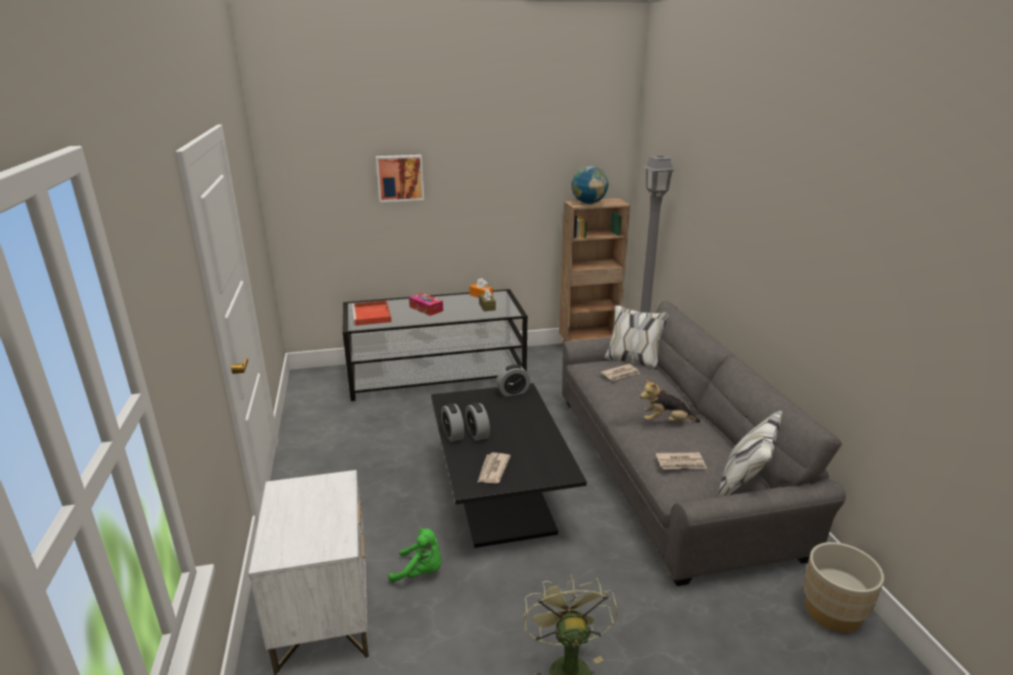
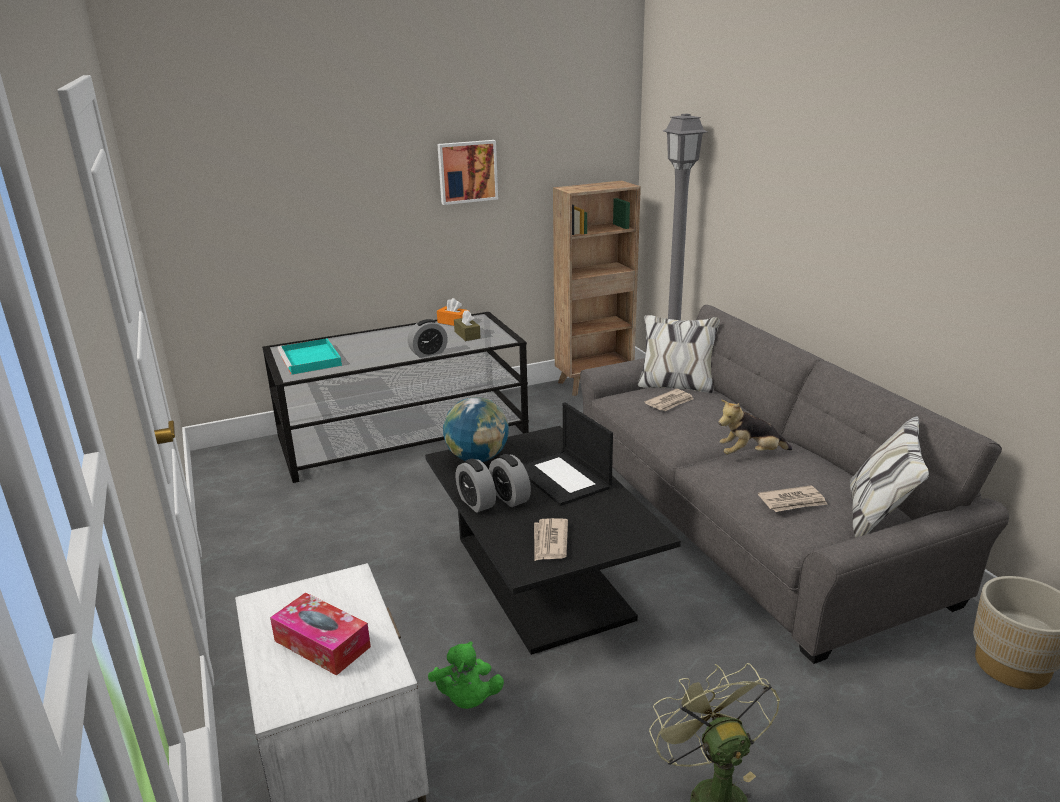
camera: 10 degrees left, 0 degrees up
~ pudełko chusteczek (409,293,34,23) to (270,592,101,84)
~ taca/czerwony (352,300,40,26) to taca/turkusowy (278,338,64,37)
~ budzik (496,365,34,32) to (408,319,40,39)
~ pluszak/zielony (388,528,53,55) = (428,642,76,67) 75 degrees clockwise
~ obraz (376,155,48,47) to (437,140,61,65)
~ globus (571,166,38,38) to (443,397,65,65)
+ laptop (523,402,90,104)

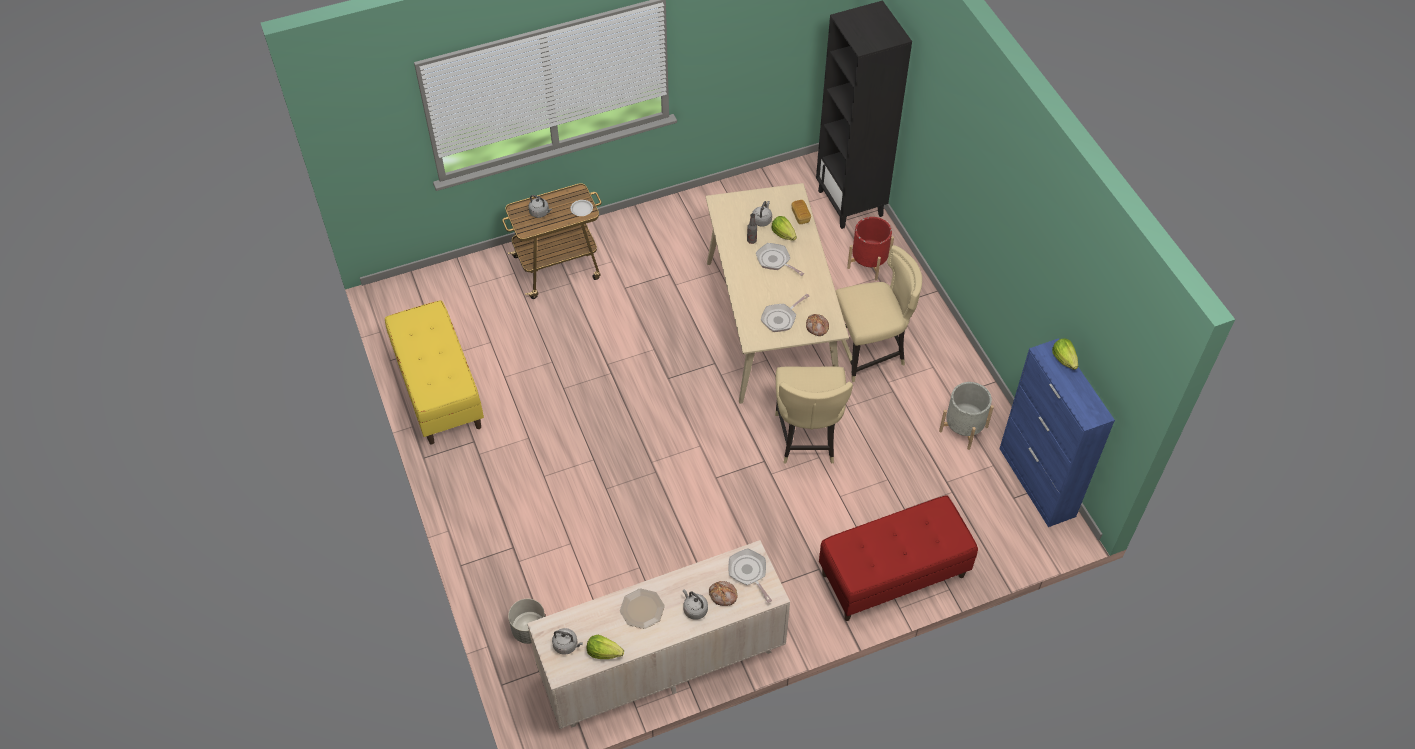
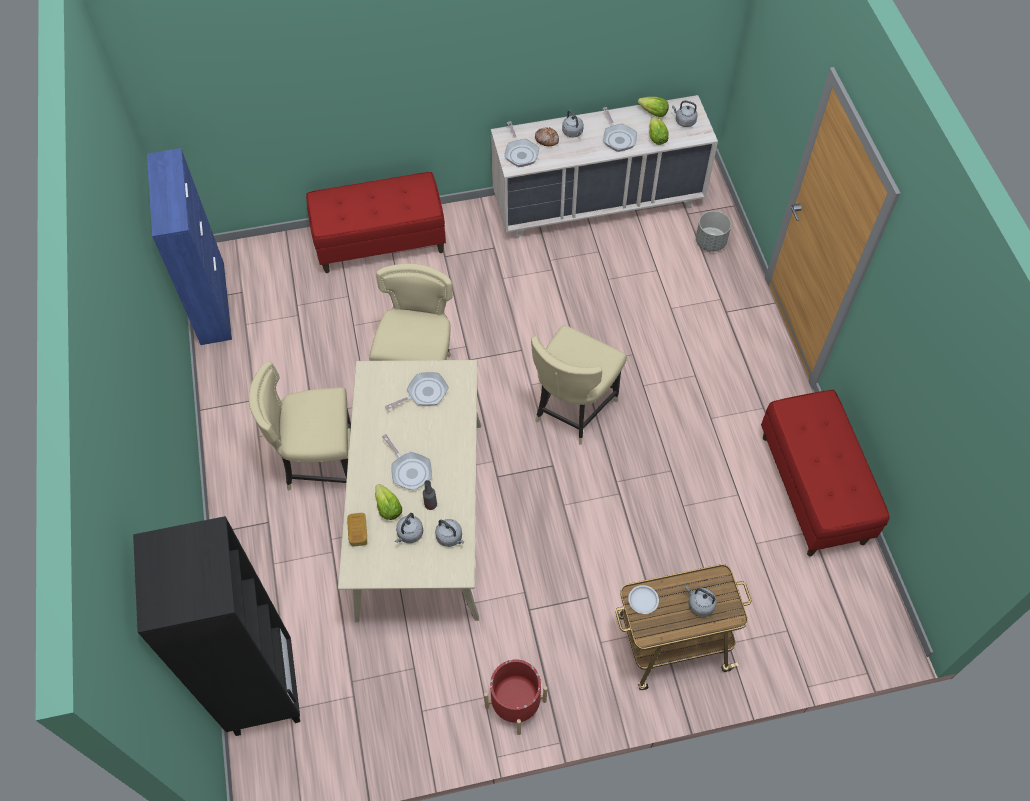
camera: 170 degrees left, 5 degrees up
+ czajnik/szary (435,519,29,28)
~ donica/czerwony (847,217,47,64) to (484,659,63,76)
+ krzesło/beżowy (531,325,96,120)
~ talerz (620,588,45,41) to patelnia (603,107,34,45)
~ sałata (1052,338,26,32) to (649,117,20,28)
~ ławka/żółty (385,300,99,144) to ławka/czerwony (761,390,129,167)
- chleb (806,314,23,22)
- donica/szary (939,382,55,68)

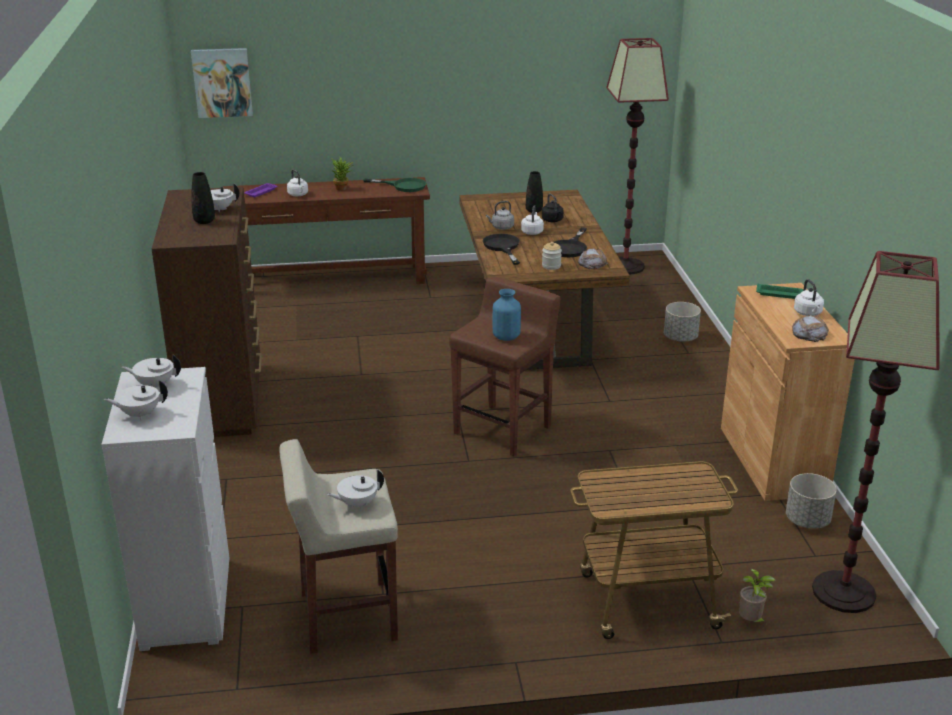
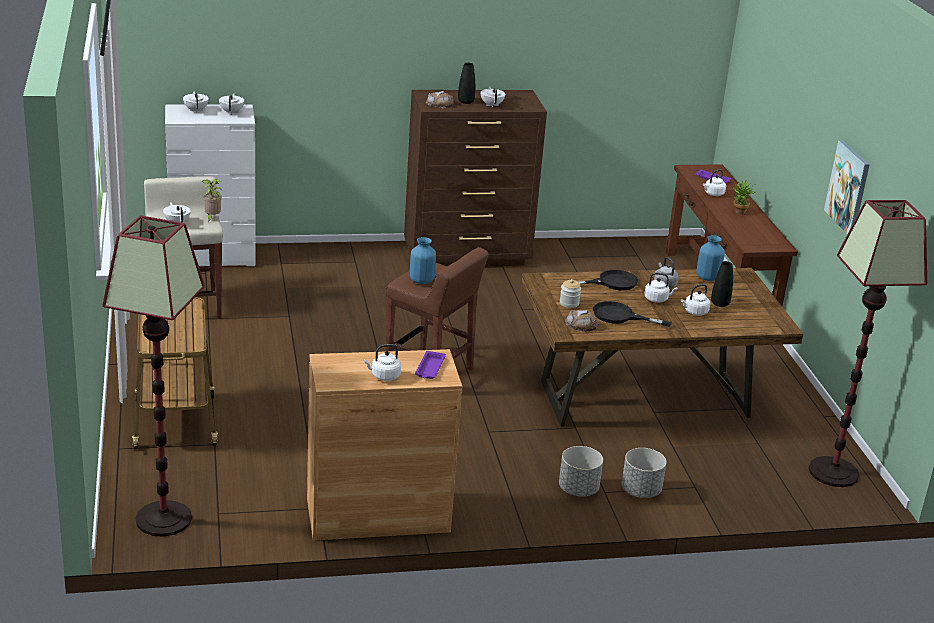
camera: 85 degrees right, 0 degrees up
~ roślina doniczkowa (739,569,37,54) to (202,179,20,43)
~ taca/zielony (756,283,47,16) to taca/fioletowy (415,351,31,28)
~ chleb (792,315,37,27) to (426,91,28,17)
~ donica/szary (786,473,51,56) to (559,446,44,50)
~ czajnik/czarny (542,194,22,28) to czajnik/biały (681,284,29,32)
+ wazon/niebieski (696,235,29,46)
~ obraz (191,48,62,70) to (824,140,46,94)
- patelnia/zielony (363,178,63,14)

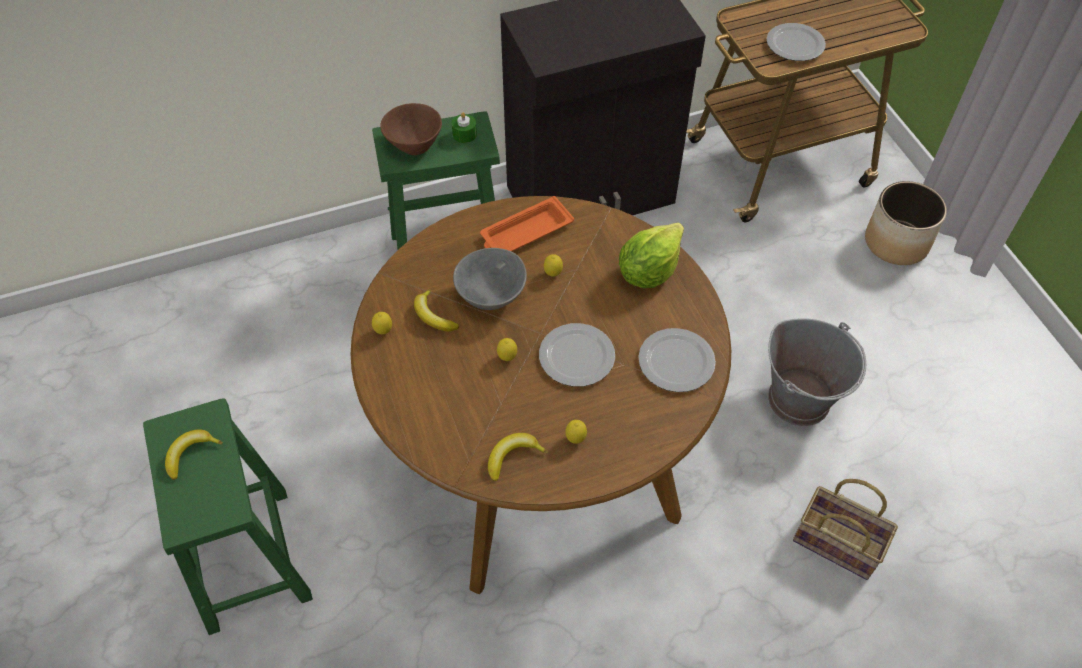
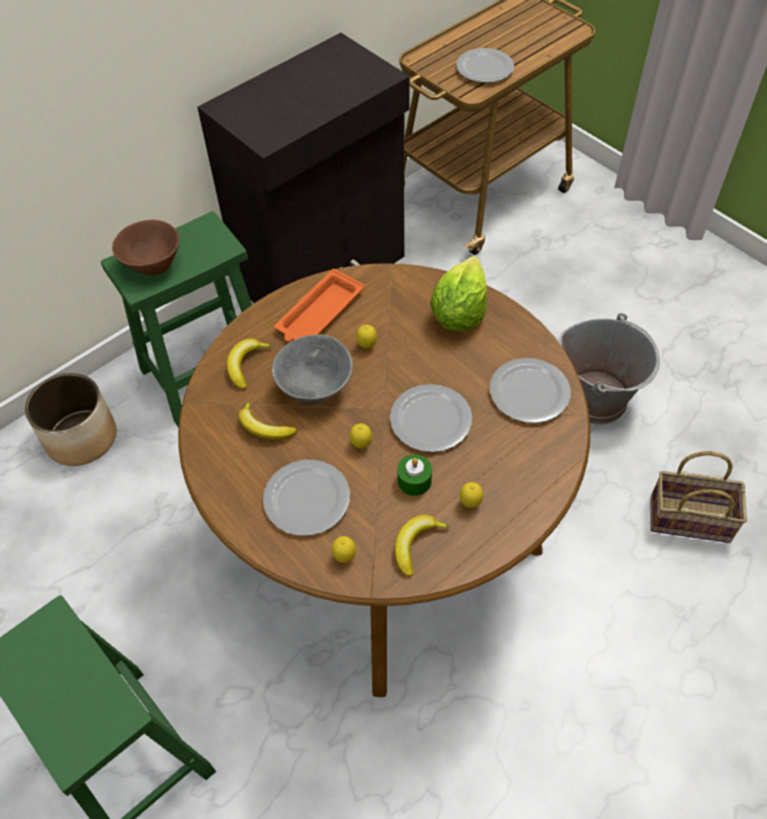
camera: 20 degrees left, 0 degrees up
~ donica (865,181,82,84) to (25,373,91,93)
~ banan (165,429,58,51) to (227,338,46,52)
+ talerz (263,460,87,76)
~ cytryna (372,312,20,22) to (332,536,24,27)
~ świeca/zielony (452,112,25,31) to (397,454,35,42)

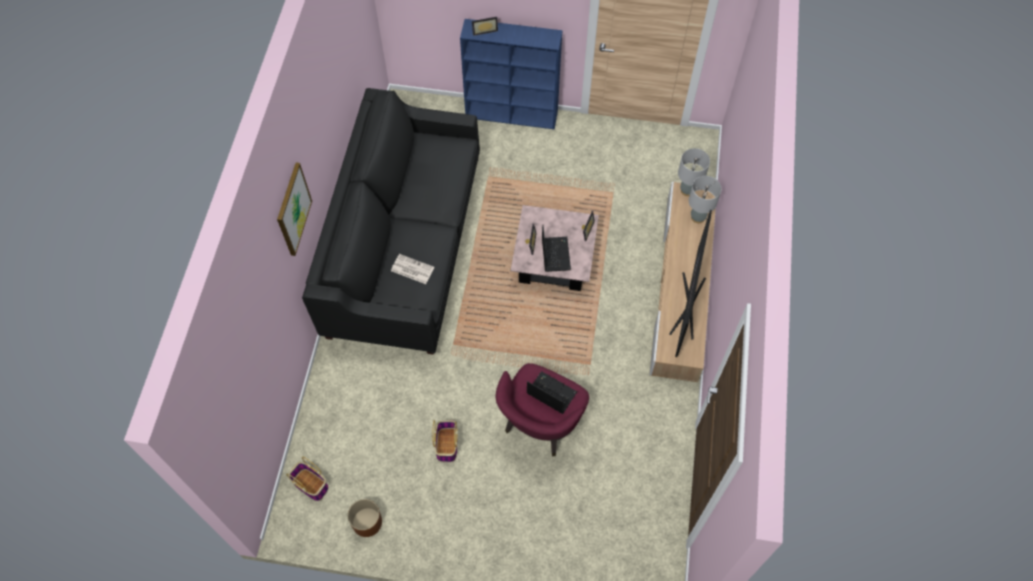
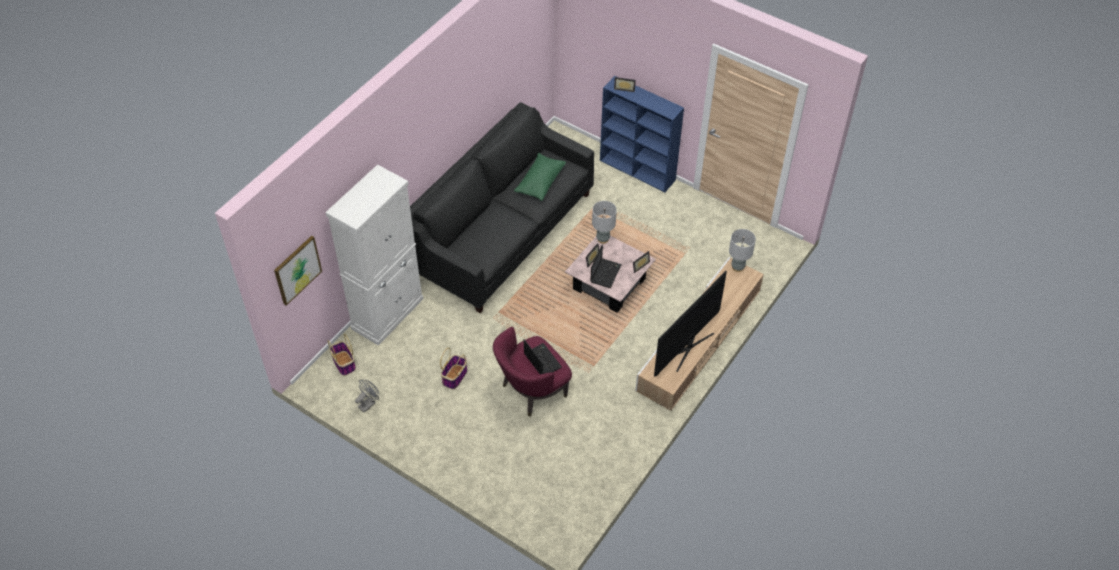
camera: 25 degrees right, 10 degrees down
~ obraz (277,163,35,93) to (274,236,48,70)
+ szafka/biały (325,165,98,181)
~ donica/brązowy (348,499,34,38) to wentylator/szary (355,380,24,32)
+ poduszka/zielony (514,153,52,48)
~ lampa stołowa/szary (689,176,33,47) to (592,201,25,43)
- gazeta (391,254,43,30)

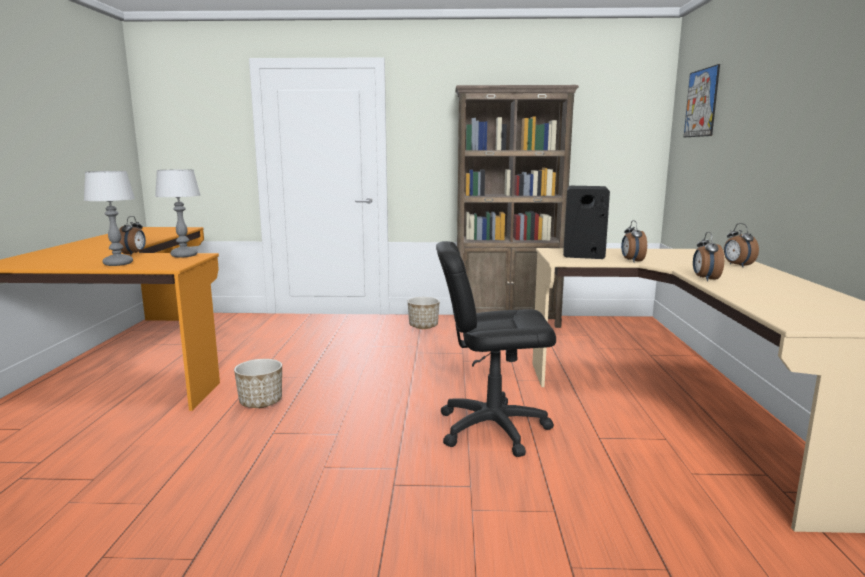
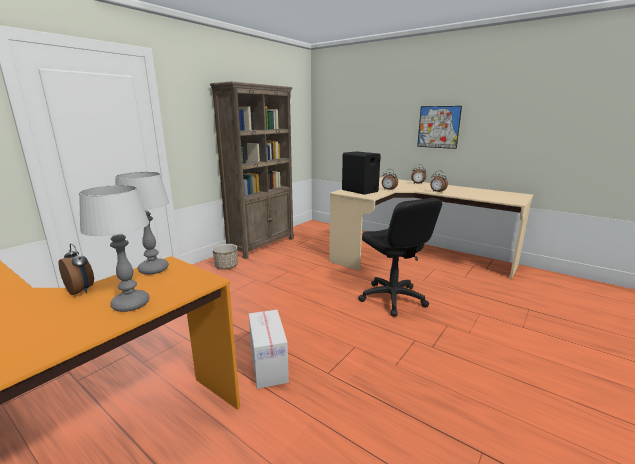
camera: 55 degrees left, 5 degrees up
~ donica (234,359,48,49) to karton (249,310,40,79)
~ krzesło biurowe/czarny (436,241,120,216) = (358,198,84,119) 60 degrees counterclockwise
~ obraz (684,64,36,73) to (417,106,45,43)

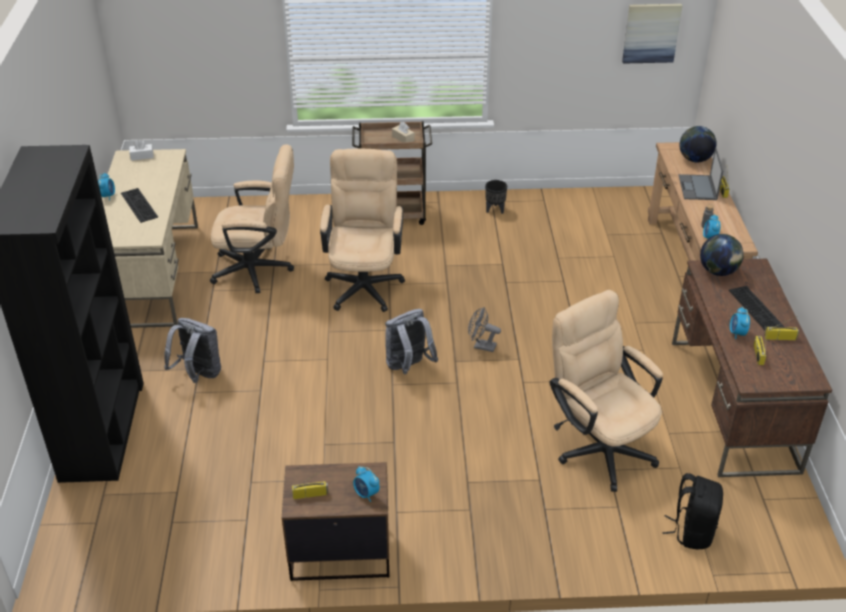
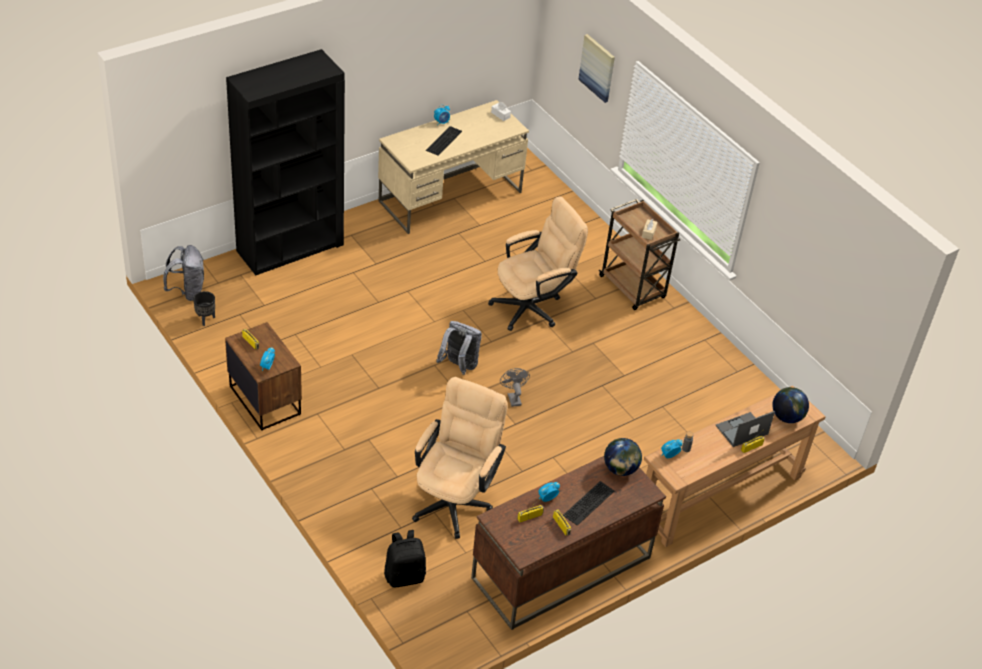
camera: 55 degrees right, 5 degrees up
~ plecak/szary (164,318,57,65) to (163,245,41,56)
~ donica/czarny (485,180,22,34) to (193,291,22,35)
~ obraz (622,4,61,60) to (578,34,37,69)
- krzesło biurowe/beżowy (210,144,84,149)

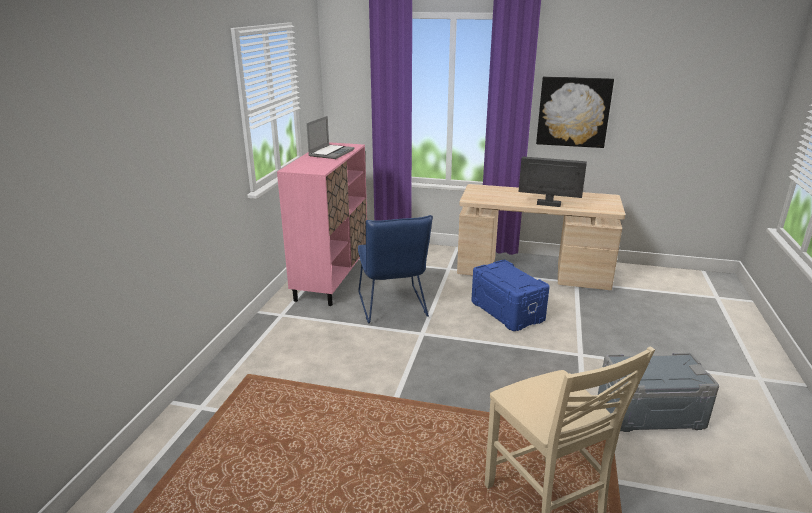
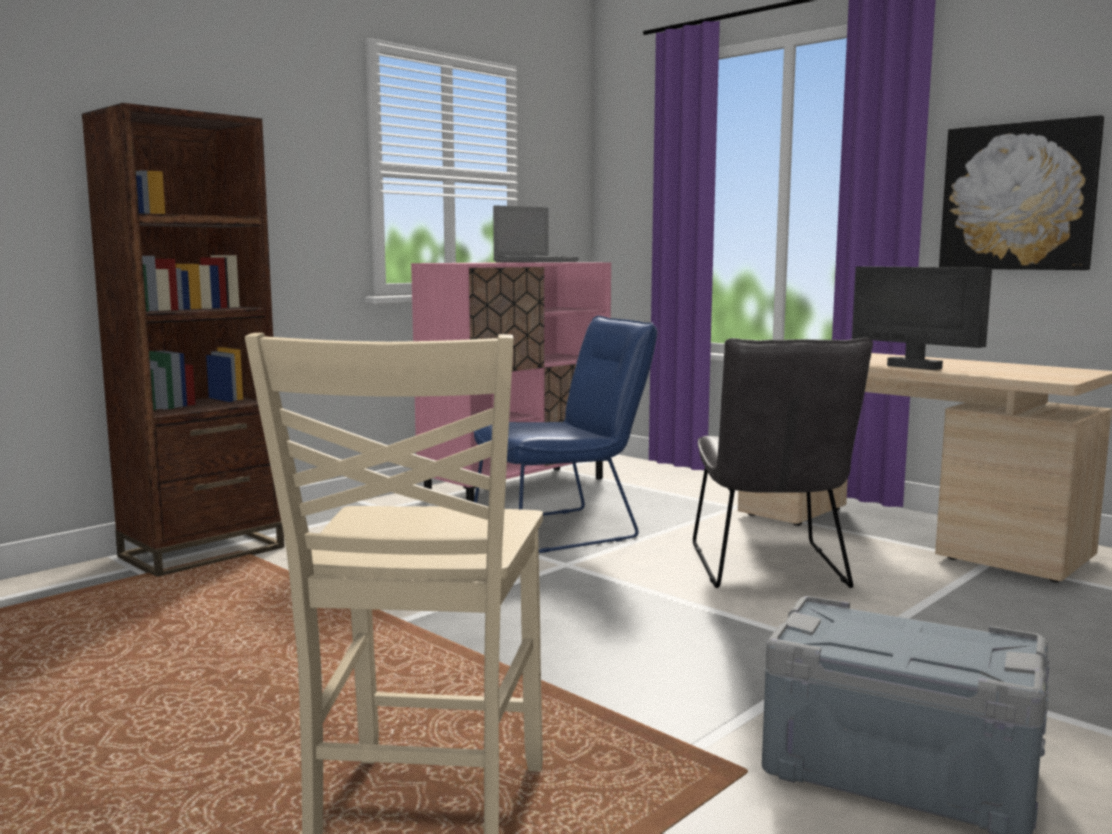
camera: 30 degrees right, 15 degrees down
+ regał/brązowy (82,103,203,474)
~ krzesło/niebieski (358,215,75,108) = (474,316,184,237) 135 degrees counterclockwise
~ pojemnik do przechowywania/niebieski (471,260,79,71) to krzesło/szary (693,337,180,251)

